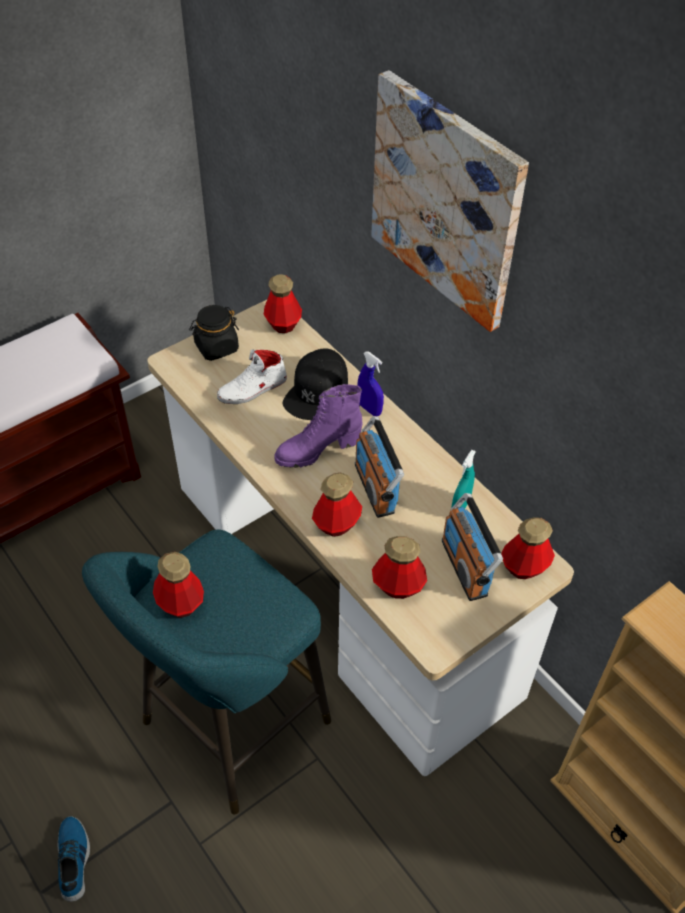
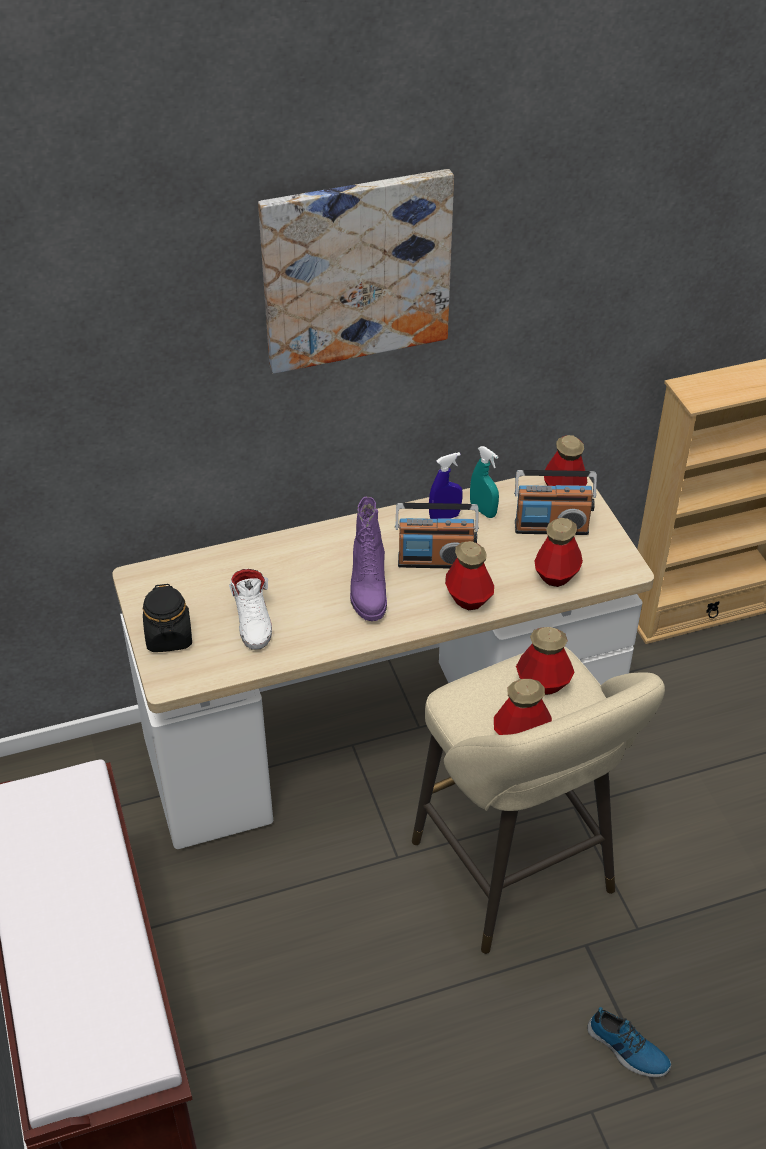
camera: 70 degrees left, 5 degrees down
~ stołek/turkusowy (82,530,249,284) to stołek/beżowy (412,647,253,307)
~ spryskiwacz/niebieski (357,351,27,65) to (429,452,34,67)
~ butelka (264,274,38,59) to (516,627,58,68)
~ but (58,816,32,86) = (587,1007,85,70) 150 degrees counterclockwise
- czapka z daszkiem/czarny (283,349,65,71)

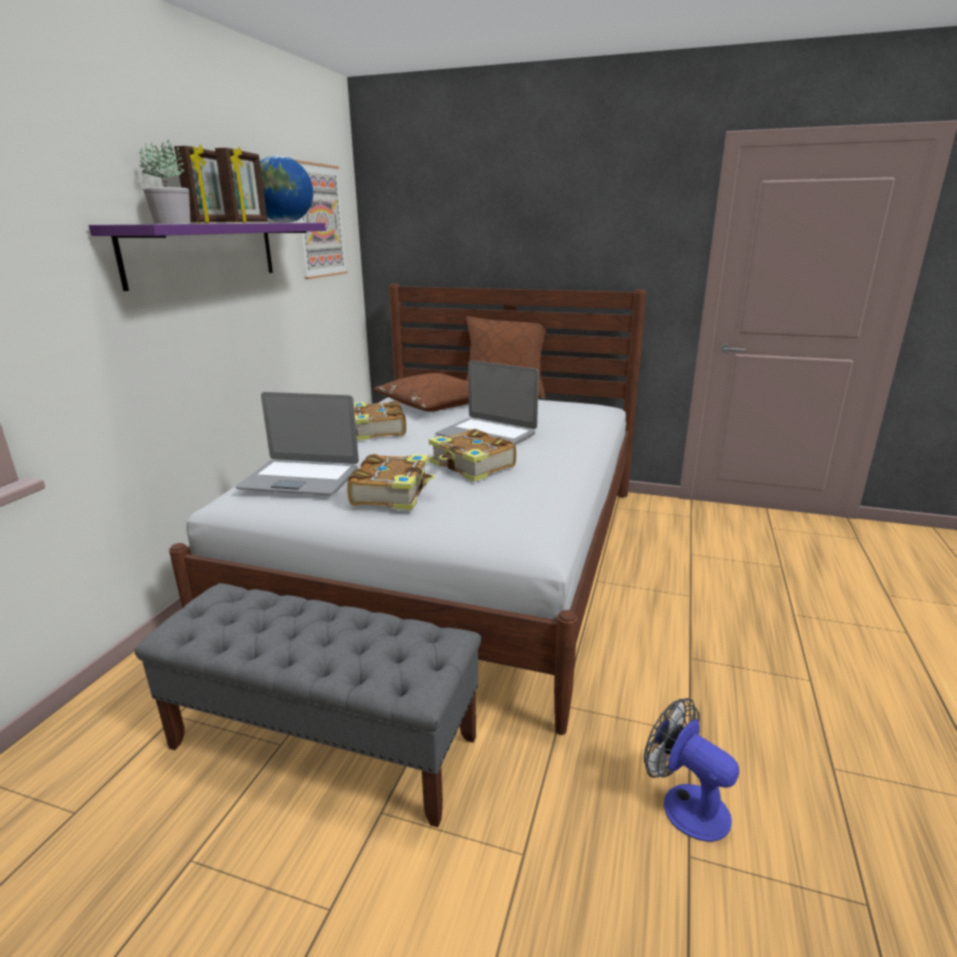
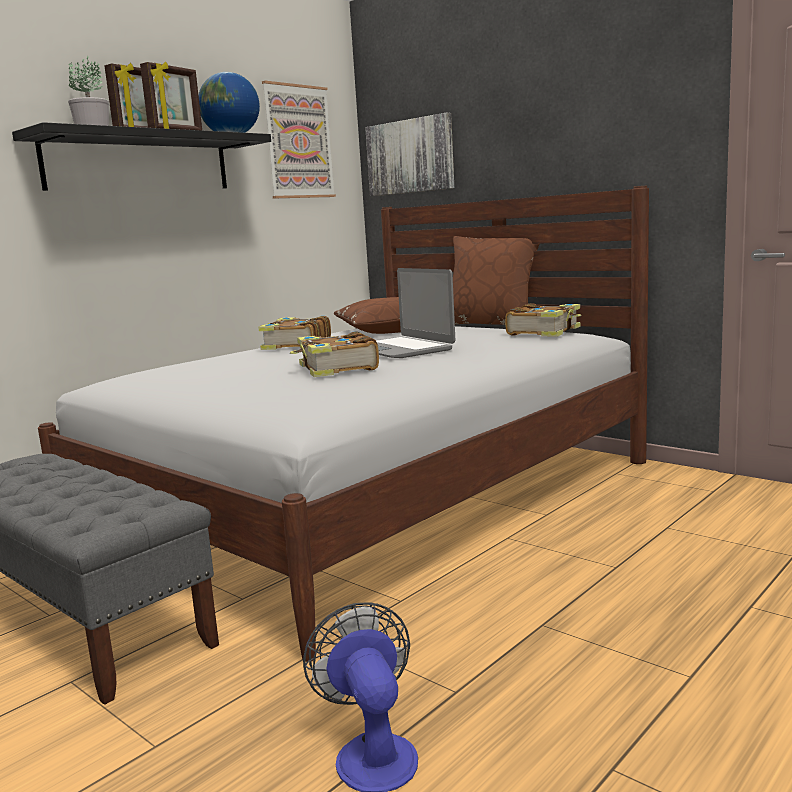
camera: 25 degrees right, 10 degrees down
~ półka/fioletowy (89,223,237,68) to półka/czarny (12,122,259,69)
+ obraz (365,113,89,83)
~ książka (347,454,88,56) to (505,303,76,34)
- laptop (235,392,124,103)

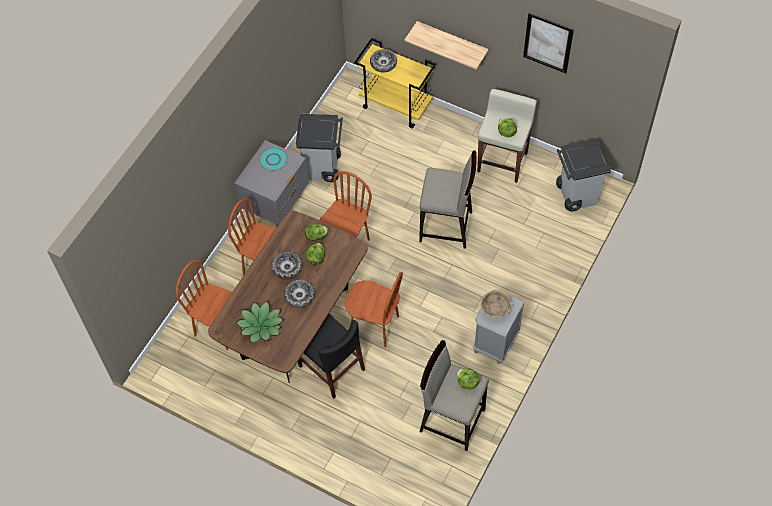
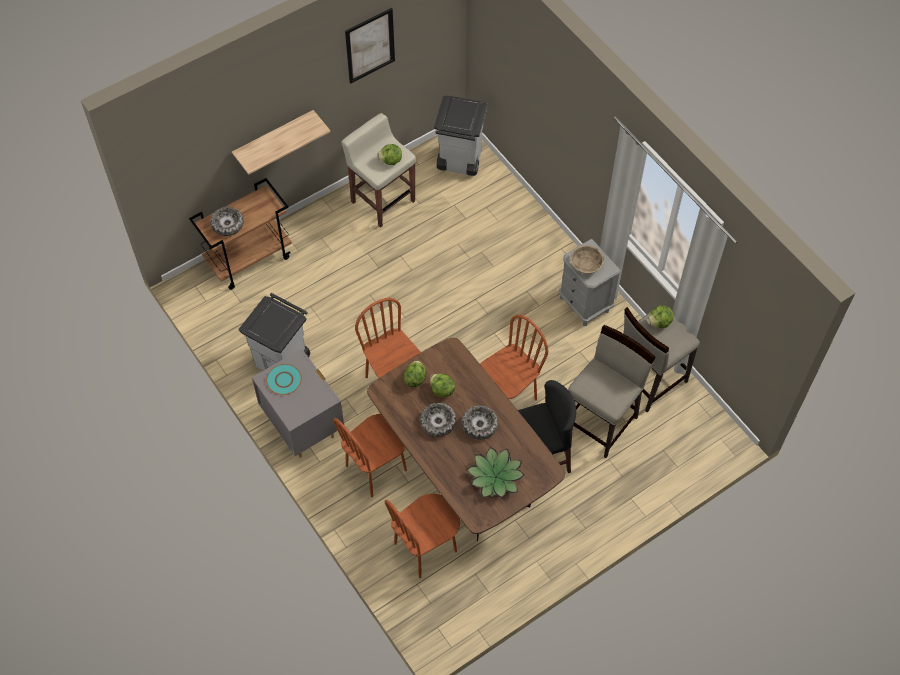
camera: 65 degrees left, 0 degrees up
~ wózek/żółty (354,38,82,90) to wózek/brązowy (189,178,103,112)
~ stołek/beżowy (419,150,58,99) to (568,325,87,133)

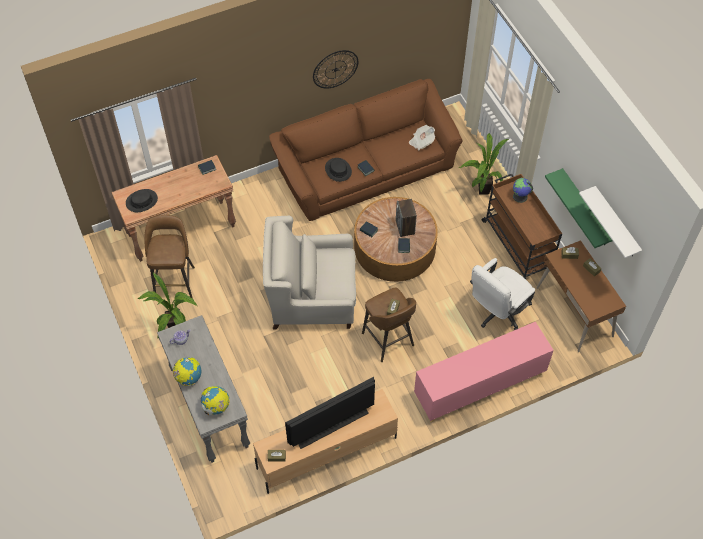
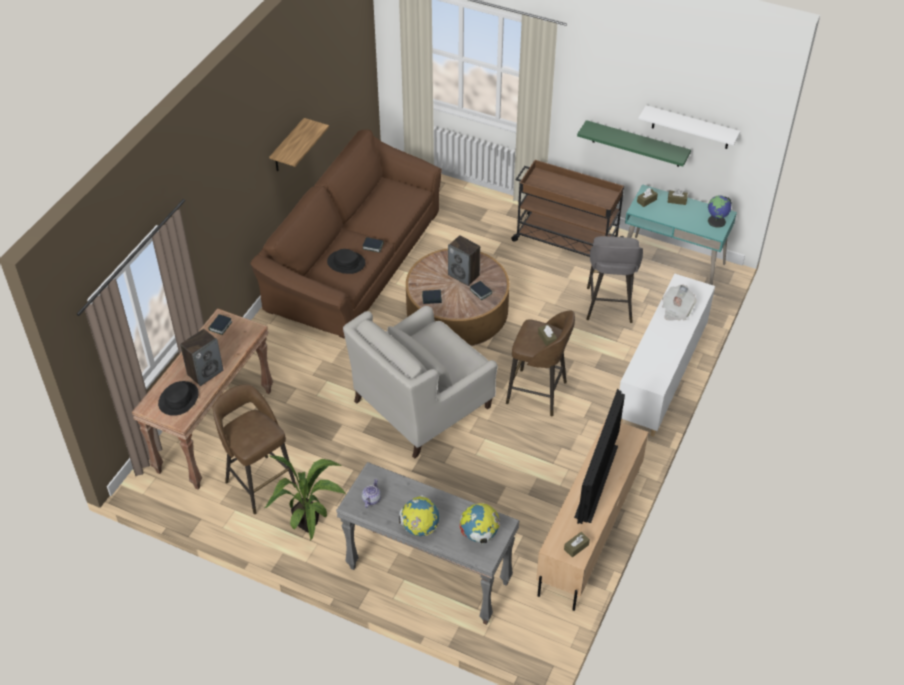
camera: 40 degrees left, 10 degrees down
+ głośnik (180,329,43,57)
~ zegar ścienny (313,50,45,39) to półka (269,118,60,53)
~ krzesło biurowe/biały (470,258,65,72) to stołek/szary (586,236,57,87)
~ szafka/różowy (414,322,140,101) to szafka/biały (619,274,96,163)
~ biurko/brązowy (536,240,90,112) to biurko/turkusowy (625,184,112,101)
~ gazeta (409,125,26,25) to (662,285,34,36)
~ globus (513,178,20,25) to (708,195,24,33)
- roślina doniczkowa (459,133,50,62)

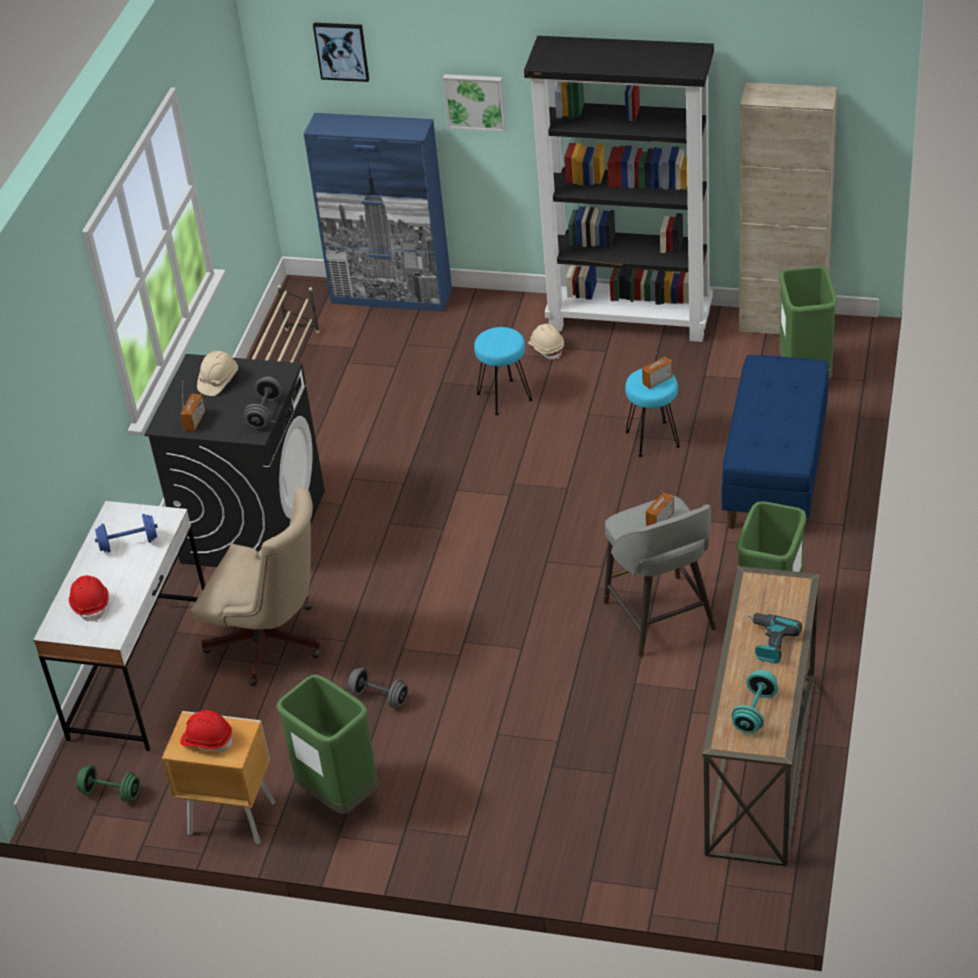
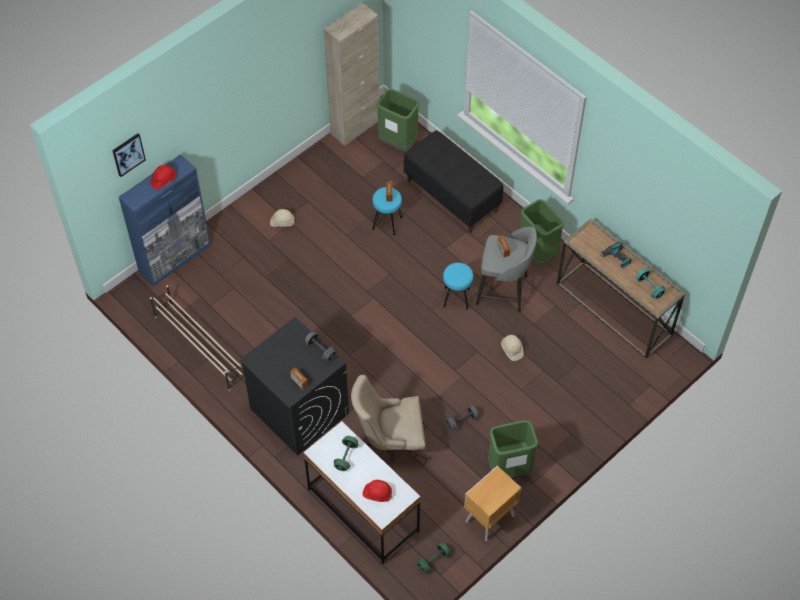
camera: 60 degrees left, 15 degrees up
~ kask/czerwony (180,710,54,41) to (150,165,26,25)
~ hantel/niebieski (95,514,63,39) to hantel/zielony (334,436,24,35)
~ krzesło biurowe/beżowy (190,487,131,199) = (351,375,76,93) 150 degrees counterclockwise
~ ławka/niebieski (721,355,108,174) to ławka/czarny (404,130,99,103)
~ stołek/turkusowy (474,327,59,88) to (443,263,31,46)
~ kask/beżowy (197,351,41,45) to (501,335,23,26)
- obraz (443,74,63,58)
- regał/czarny (524,36,190,306)

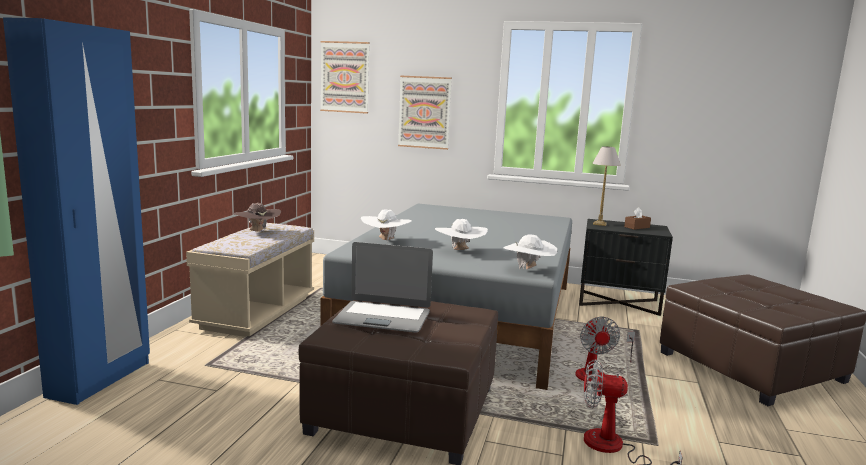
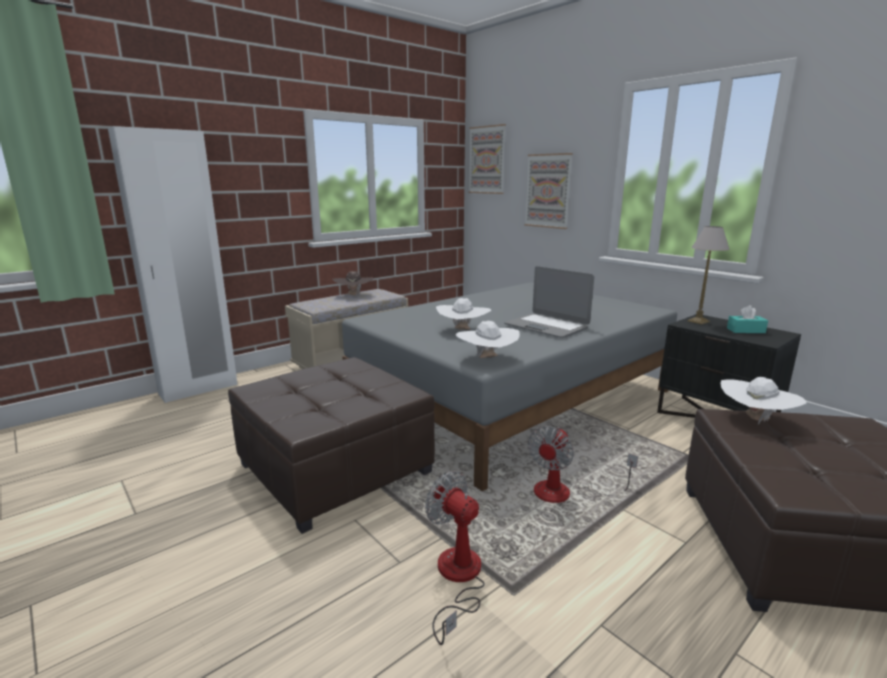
camera: 35 degrees right, 5 degrees up
~ szafa/niebieski (3,17,147,388) to szafa/biały (108,126,129,277)
~ laptop (332,242,101,91) to (504,266,90,72)
~ kapelusz/biały (361,209,51,33) to (720,377,86,48)
~ pudełko chusteczek/brązowy (624,207,27,23) to pudełko chusteczek/turkusowy (727,305,41,28)

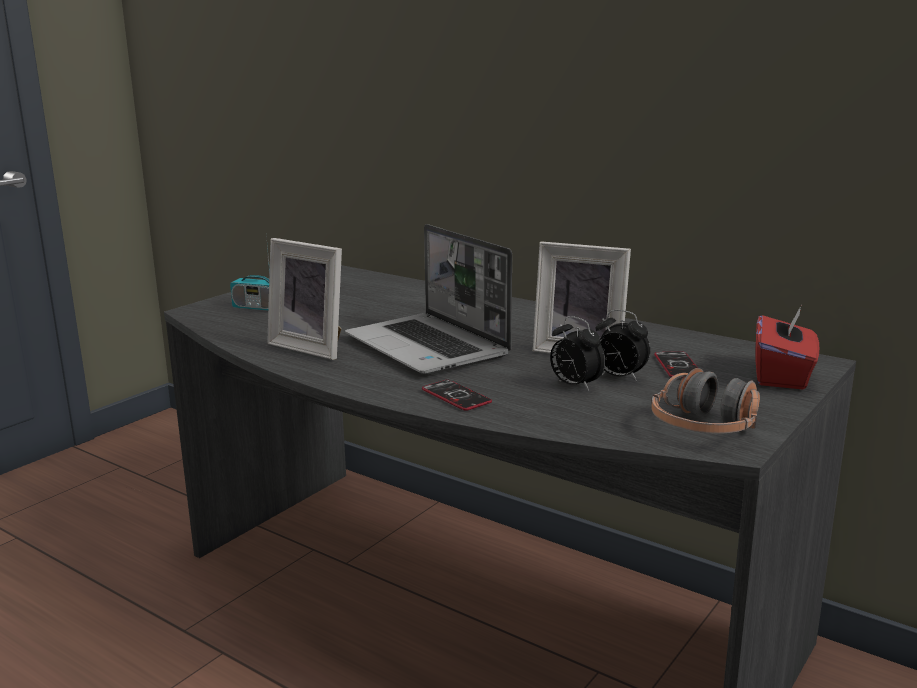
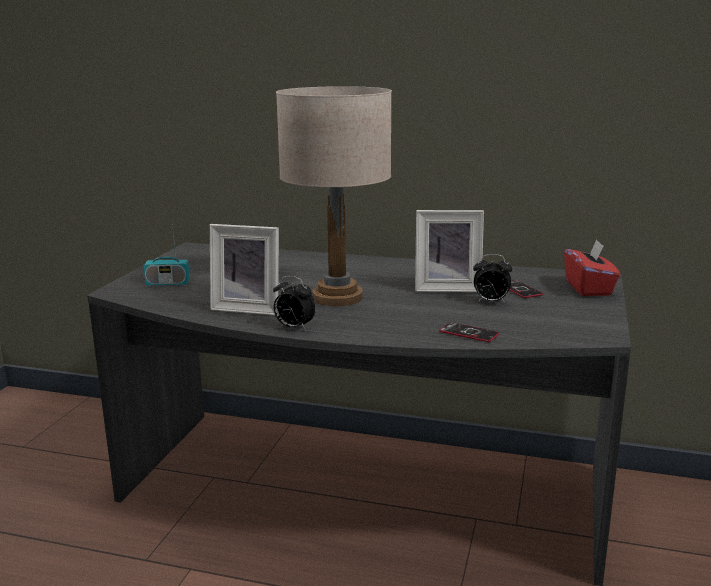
camera: 20 degrees left, 0 degrees up
~ budzik (550,316,55,75) to (273,276,43,54)
~ laptop (345,224,167,150) to lampa stołowa/beżowy (276,86,116,220)
~ telefon (422,380,70,31) to (439,322,61,20)
- słuchawki (651,368,109,66)

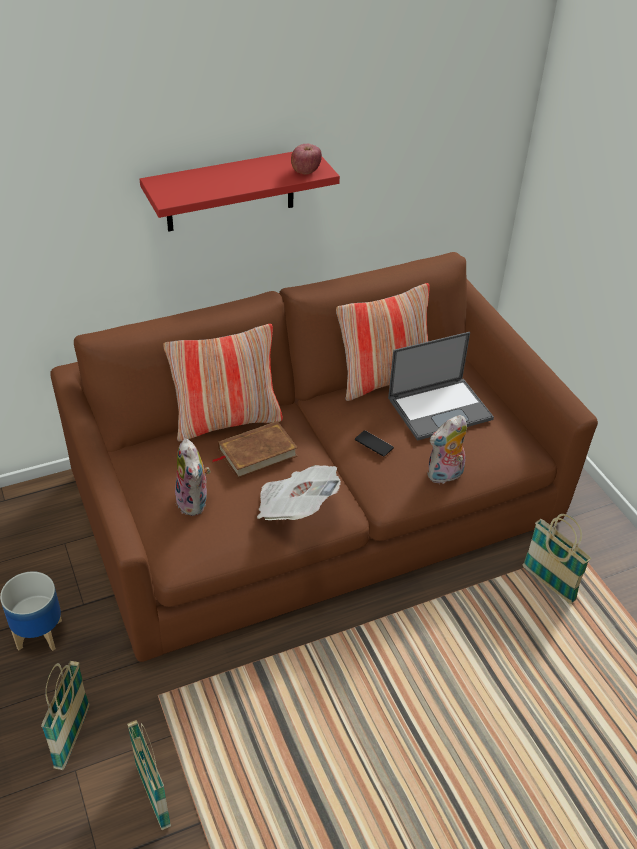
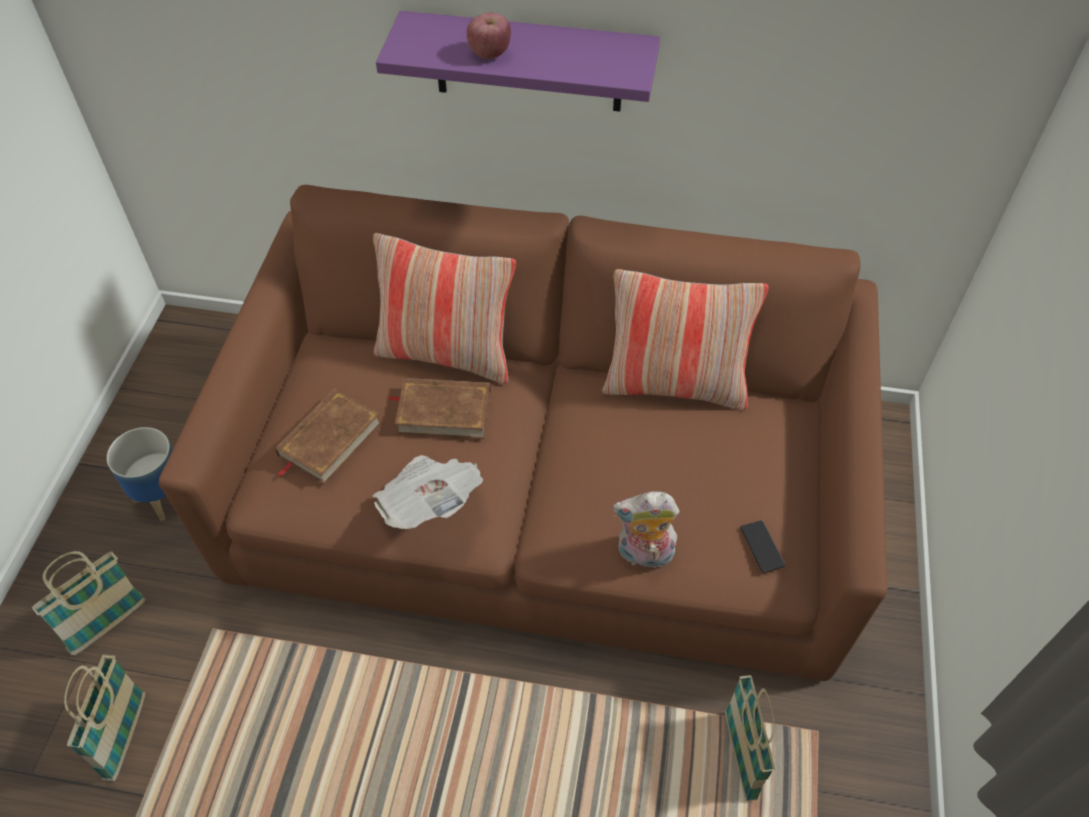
camera: 35 degrees right, 10 degrees up
~ pluszak (175,439,36,77) to książka/brązowy (275,388,107,97)
~ półka/czerwony (139,152,201,80) to półka/fioletowy (376,11,284,100)
~ jabłko (291,144,31,31) to (467,13,44,46)
~ telefon (355,430,39,27) to (740,520,45,53)
- laptop (388,332,106,109)

